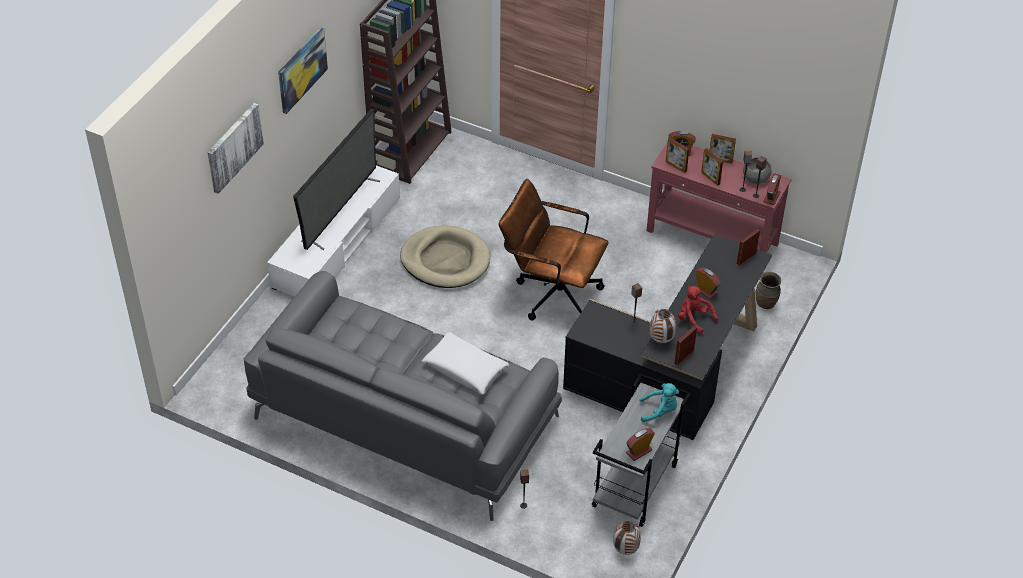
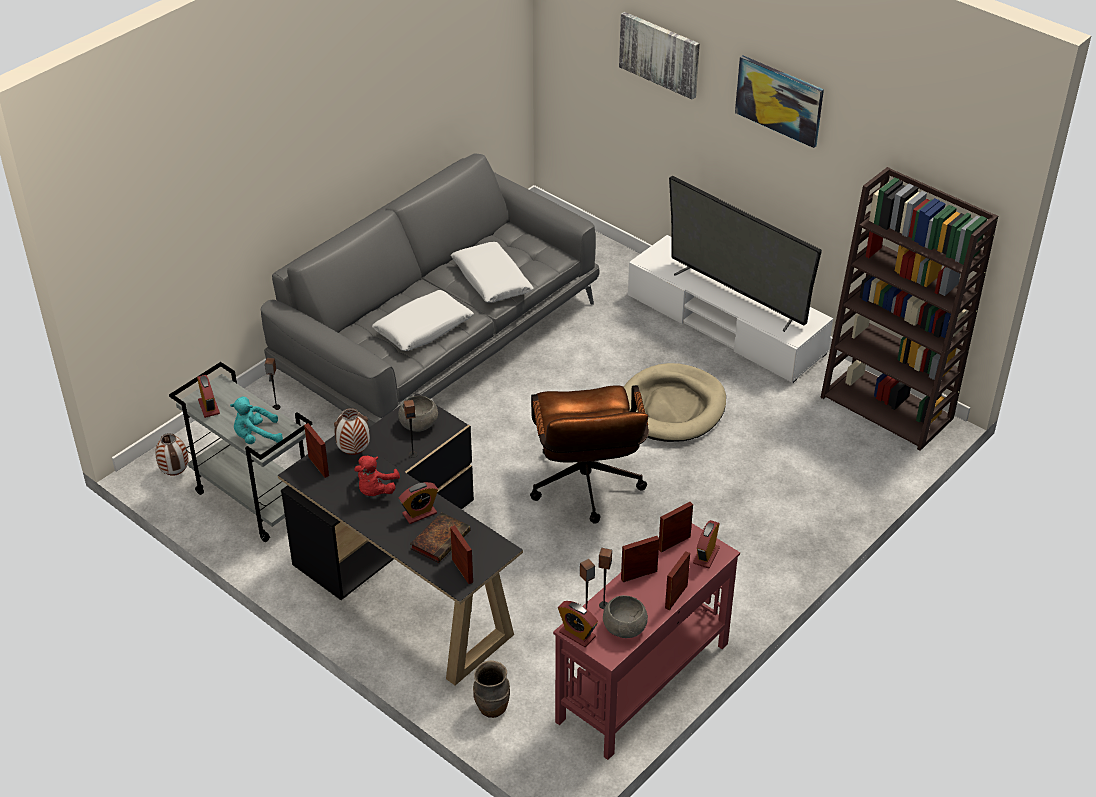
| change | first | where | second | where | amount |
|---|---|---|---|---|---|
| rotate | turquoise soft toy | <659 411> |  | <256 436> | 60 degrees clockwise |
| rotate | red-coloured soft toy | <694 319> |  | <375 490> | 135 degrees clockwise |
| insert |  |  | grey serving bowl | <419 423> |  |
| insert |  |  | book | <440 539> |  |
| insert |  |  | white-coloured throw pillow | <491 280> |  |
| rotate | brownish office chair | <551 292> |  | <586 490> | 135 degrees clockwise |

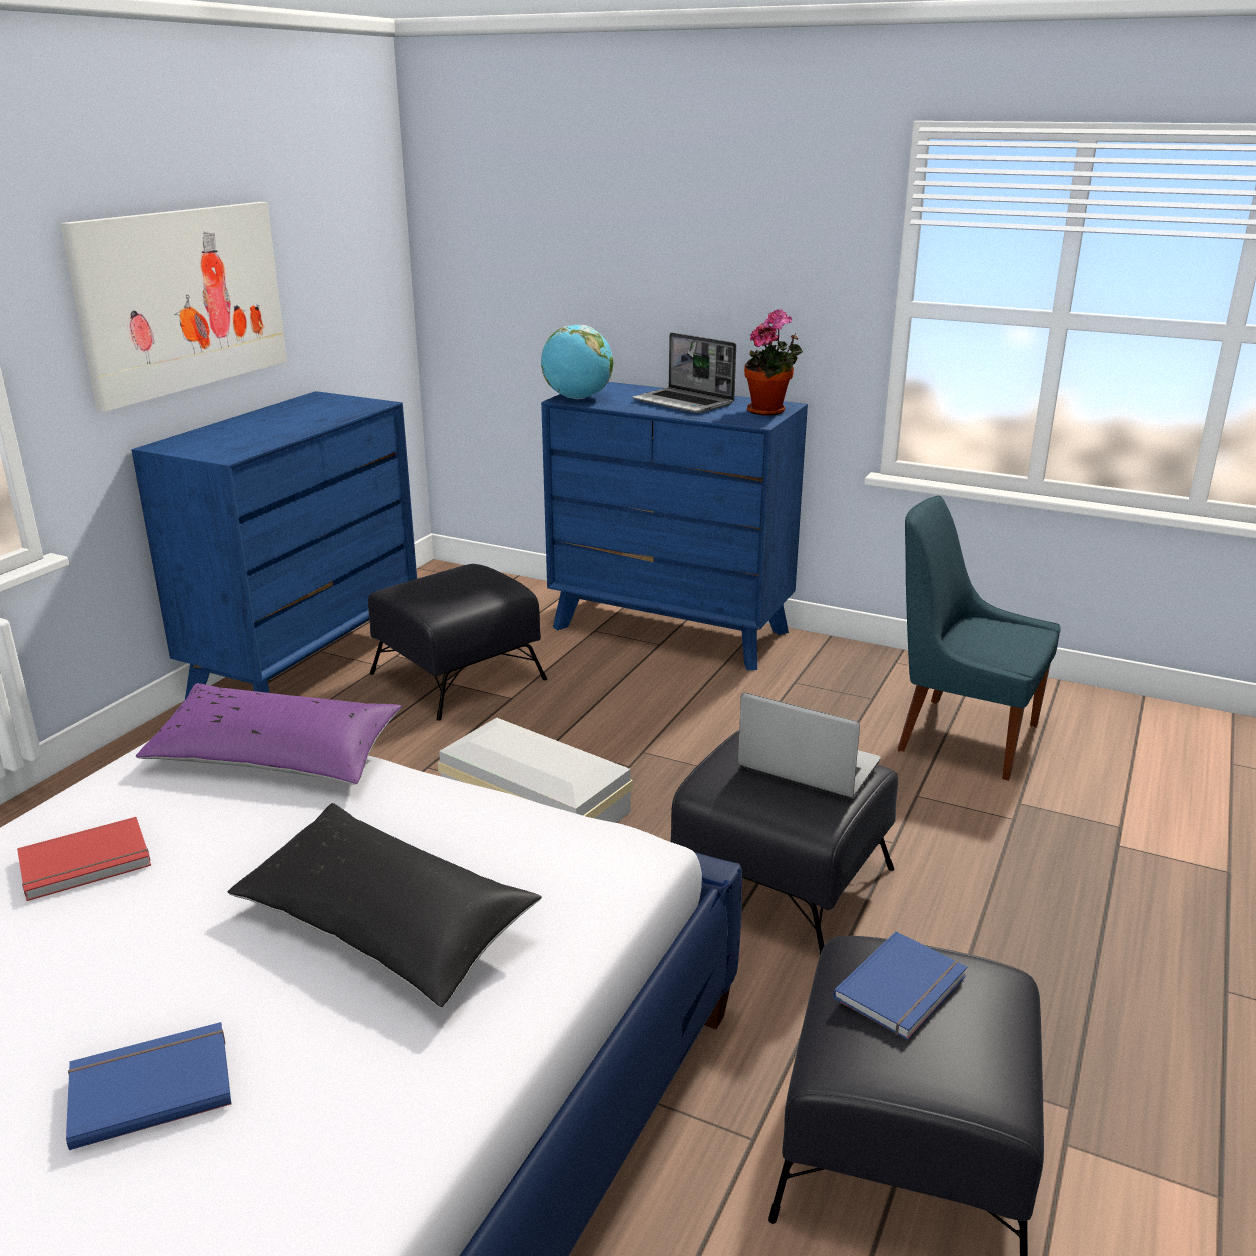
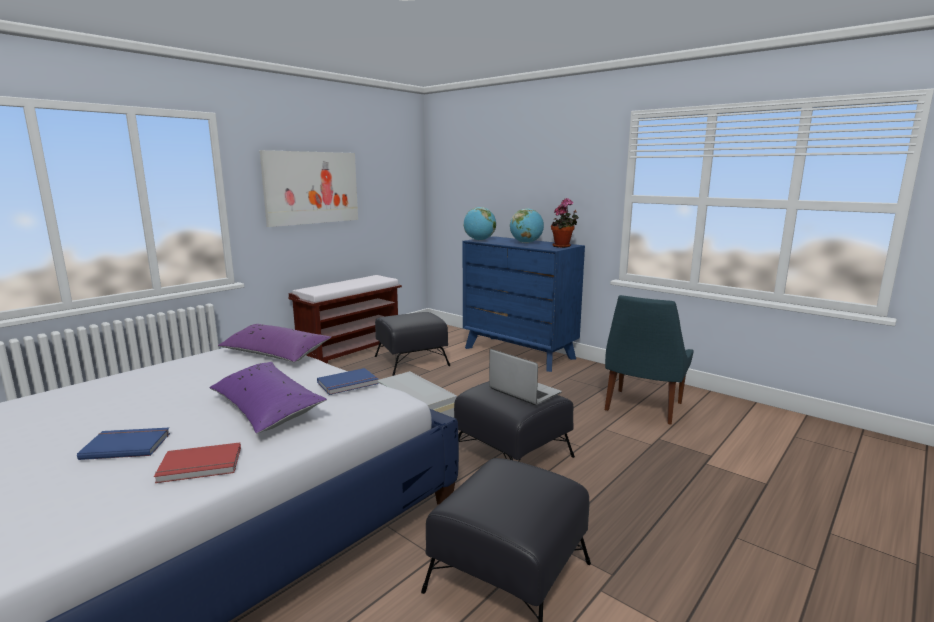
| change | first | where | second | where | amount |
|---|---|---|---|---|---|
| move | red-coloured book | <86 864> |  | <200 466> |  |
| recolor | black-coloured throw pillow | <384 924> | purplish throw pillow | <266 408> |  |
| replace | bluish dresser | <307 663> | brownish indoor bench | <351 350> |  |
| move | bluish book | <904 989> |  | <348 384> |  |
| replace | notebook computer | <684 403> | globe | <526 243> |  |
| rotate | bluish upright chair | <961 736> |  | <642 408> | 105 degrees counterclockwise |

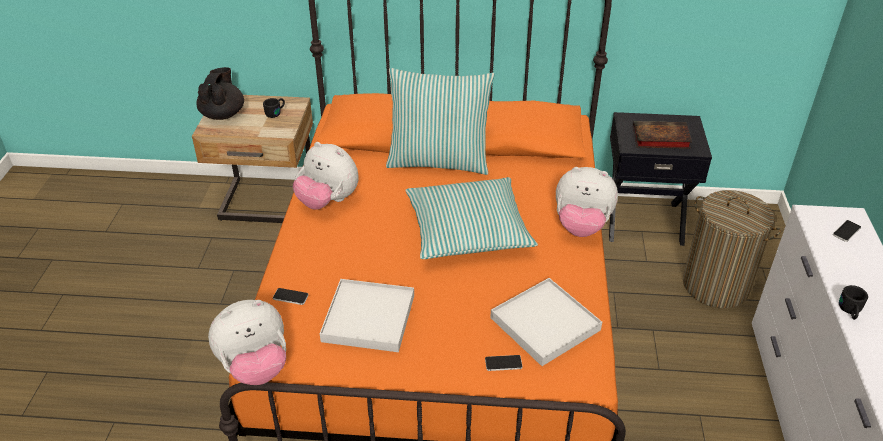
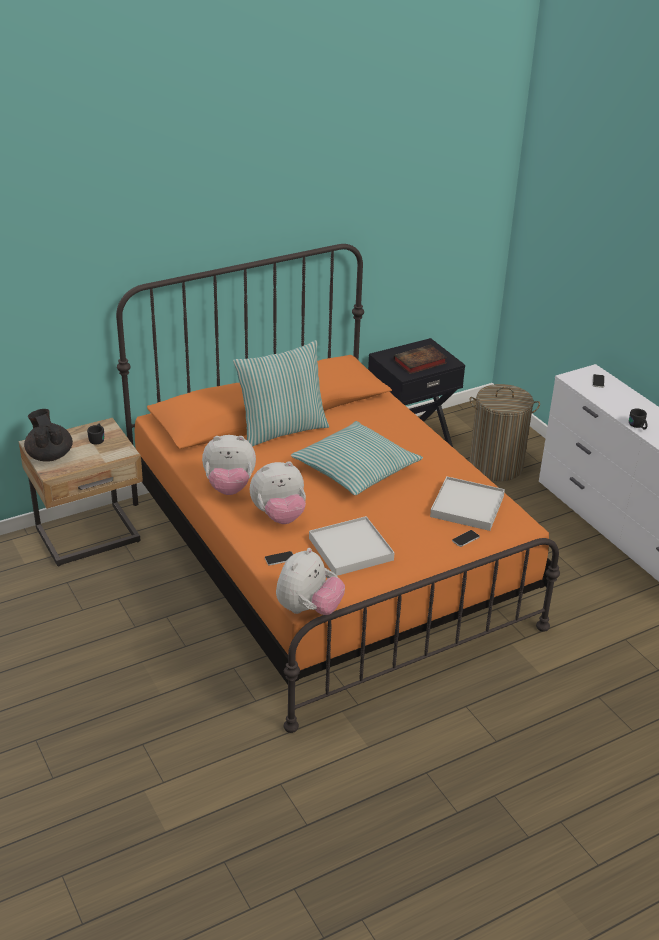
| change | first | where | second | where | amount |
|---|---|---|---|---|---|
| move | soft toy | <581 226> |  | <279 516> |  |

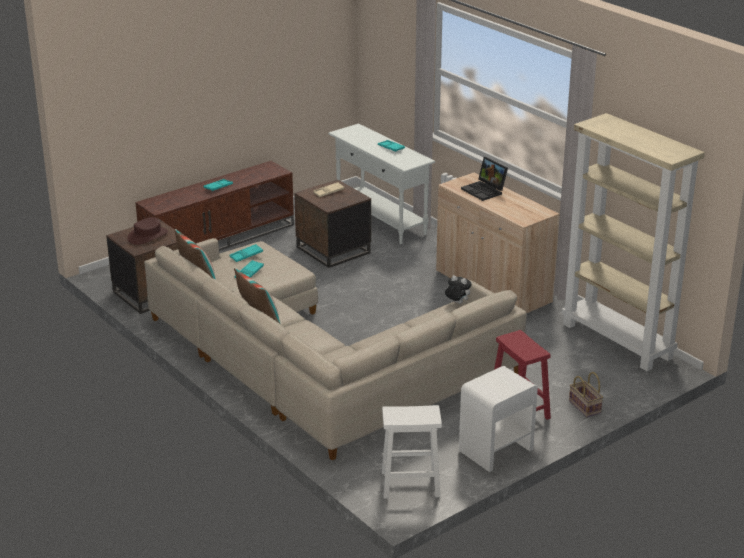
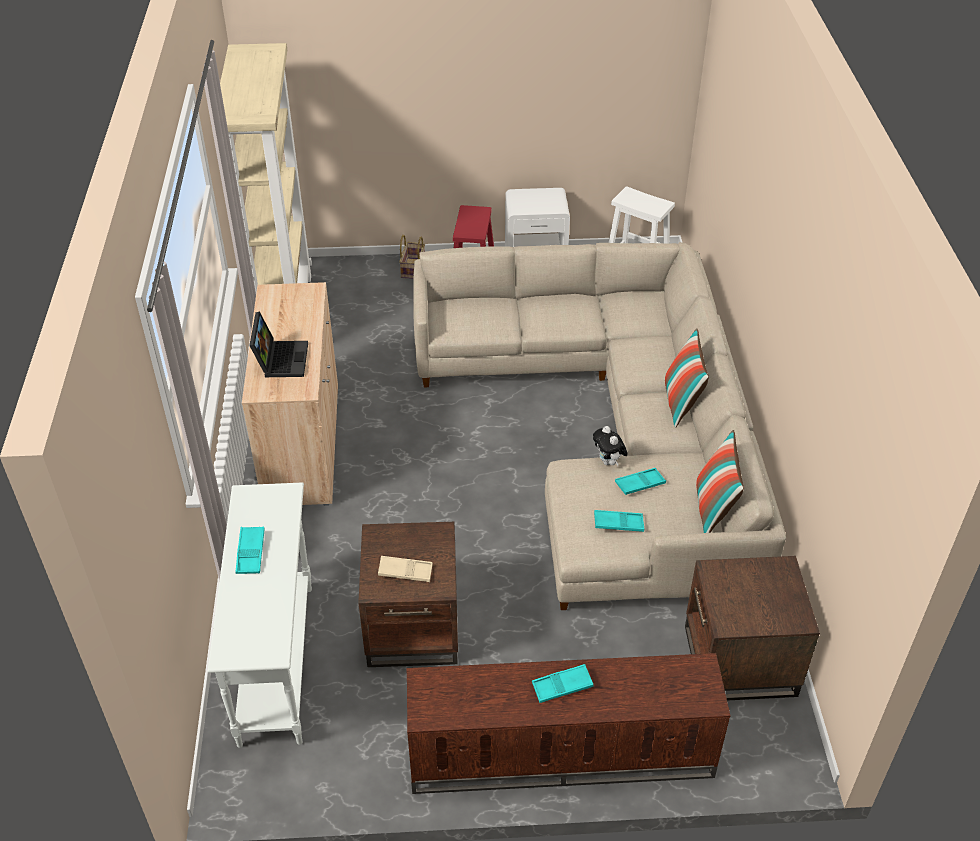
| change | first | where | second | where | amount |
|---|---|---|---|---|---|
| move | soft toy | <457 303> |  | <608 462> |  |
| delete | brownish wearable hat | <148 236> |  |  |  |

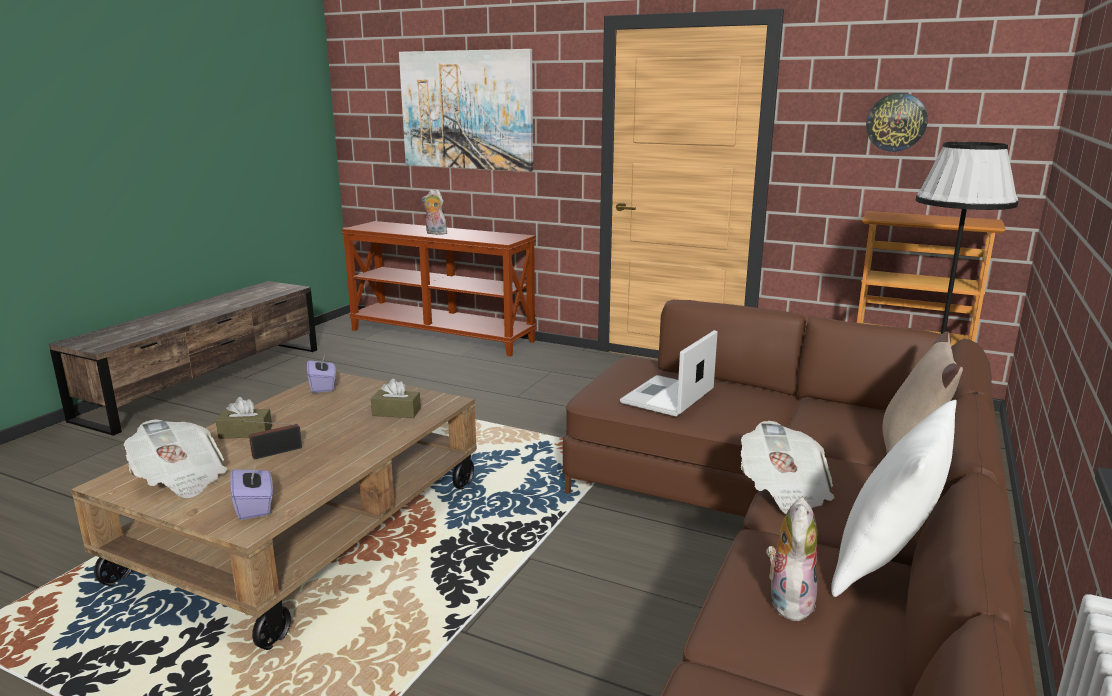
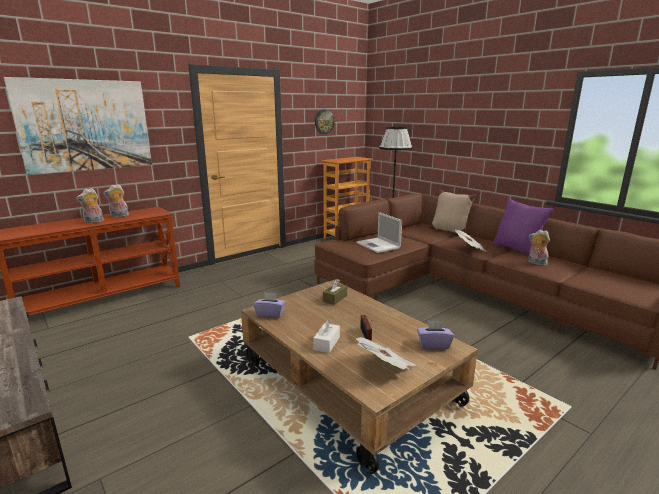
| change | first | where | second | where | amount |
|---|---|---|---|---|---|
| insert |  |  | soft toy | <119 216> |  |
| recolor | brownish tissue box | <245 432> | white-coloured tissue box | <326 343> |  |
| recolor | white-coloured throw pillow | <885 565> | purplish throw pillow | <517 250> |  |

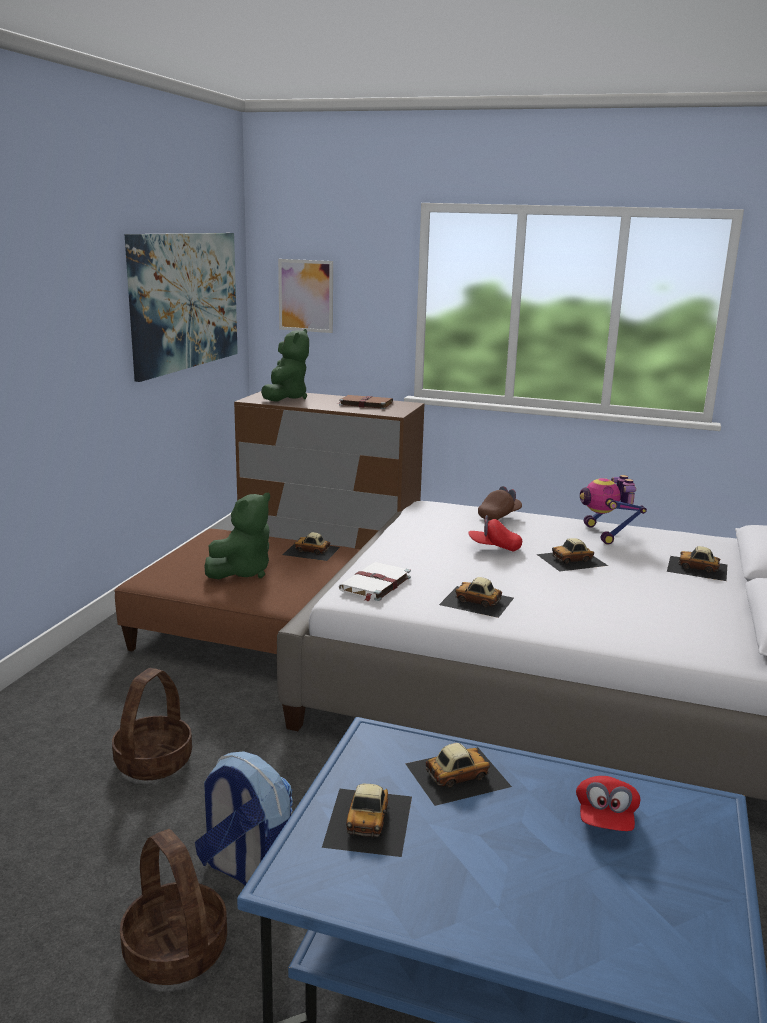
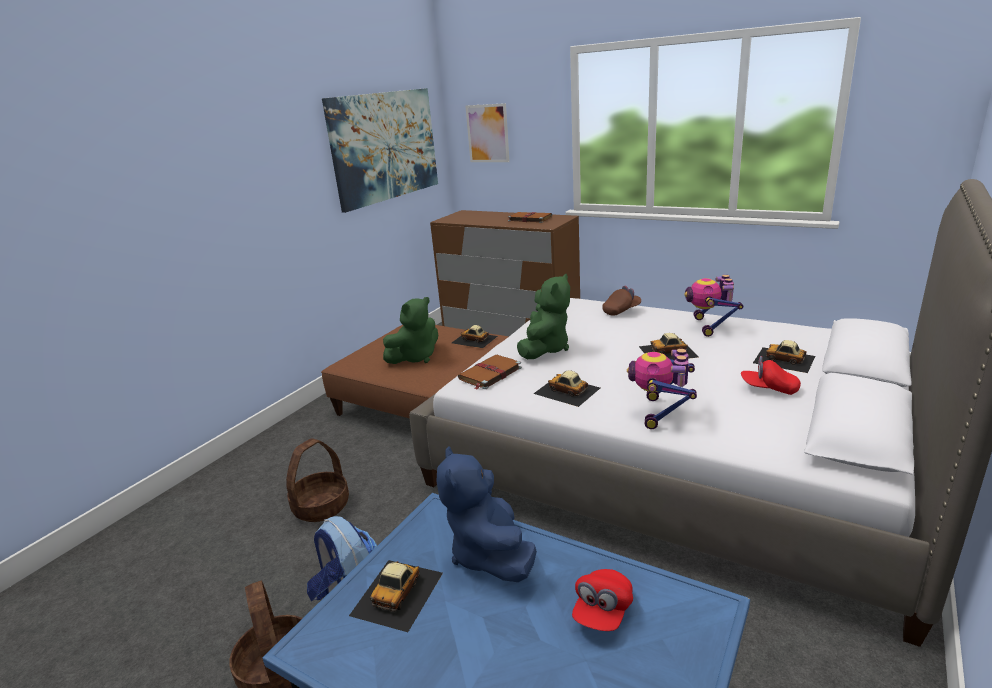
| change | first | where | second | where | amount |
|---|---|---|---|---|---|
| replace | toy car | <456 774> | bluish soft toy | <489 554> |  |
| recolor | white-coloured book | <375 584> | brownish book | <489 374> |  |
| move | greenish soft toy | <285 398> |  | <545 349> |  |
| insert |  |  | model robot | <661 413> |  |
| move | red-coloured cap | <494 547> |  | <769 388> |  |

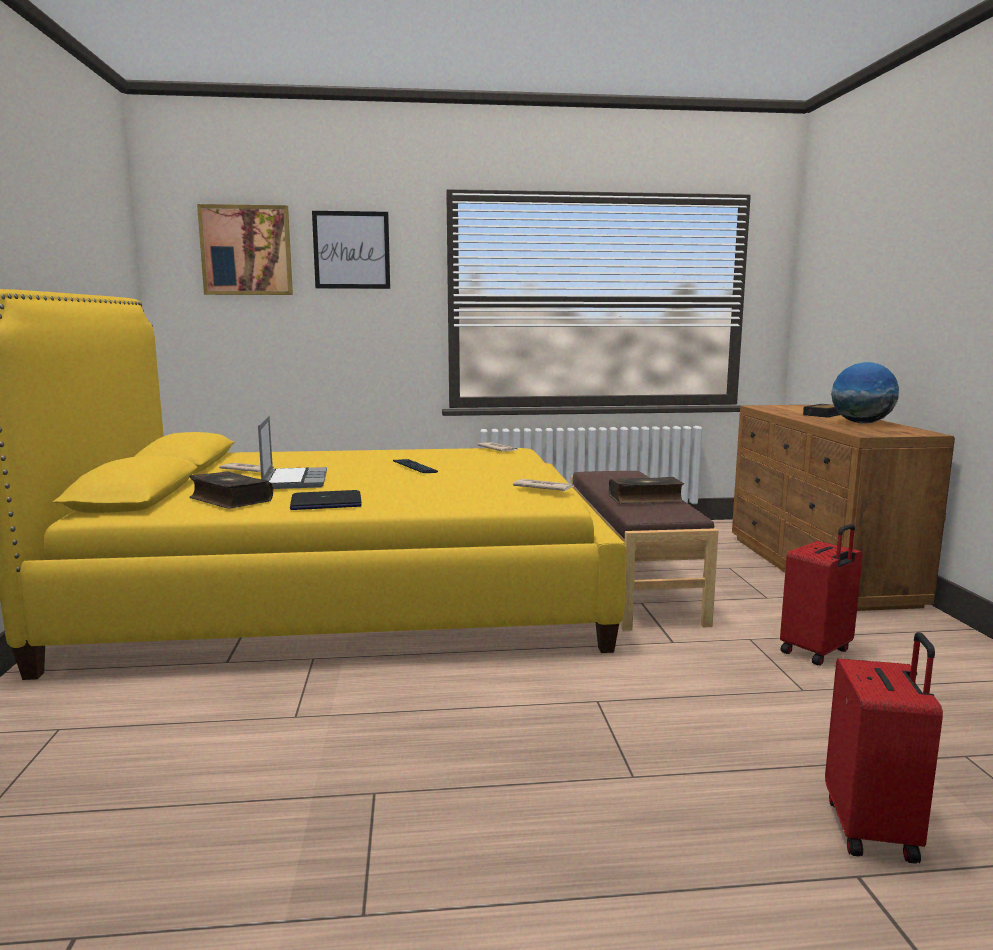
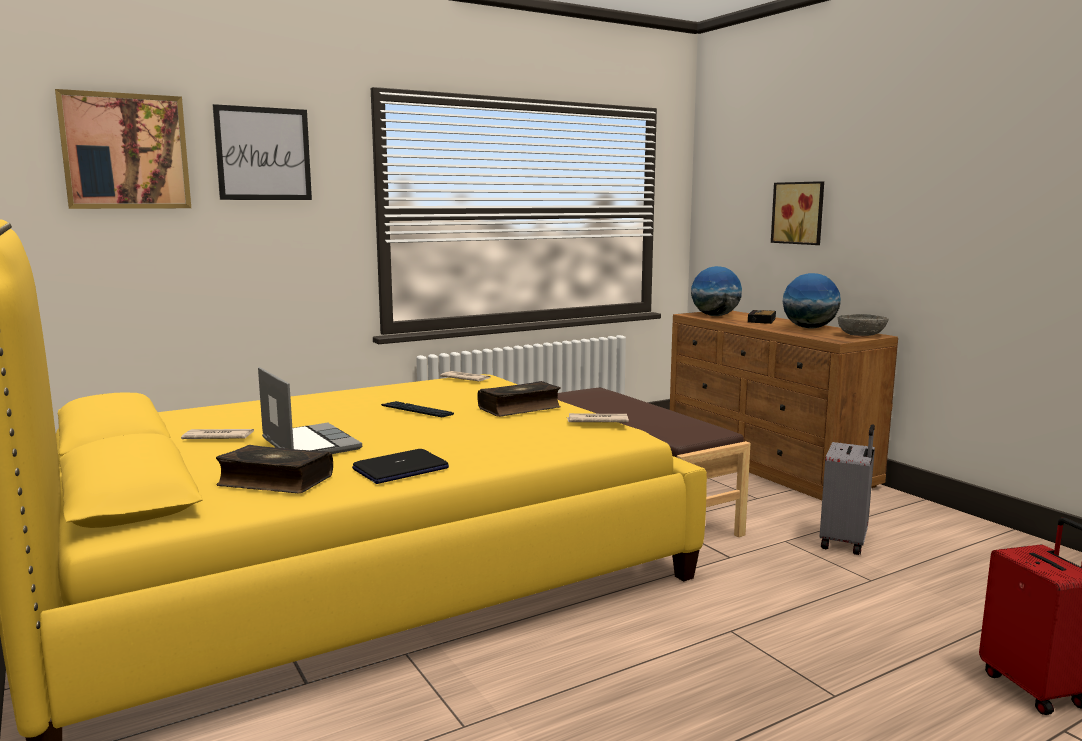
| change | first | where | second | where | amount |
|---|---|---|---|---|---|
| move | book | <645 499> |  | <520 408> |  |
| insert |  |  | globe | <715 316> |  |
| insert |  |  | wall art | <799 213> |  |
| recolor | red-coloured travel case | <817 652> | grey travel case | <845 542> |  |
| insert |  |  | grey serving bowl | <861 335> |  |

